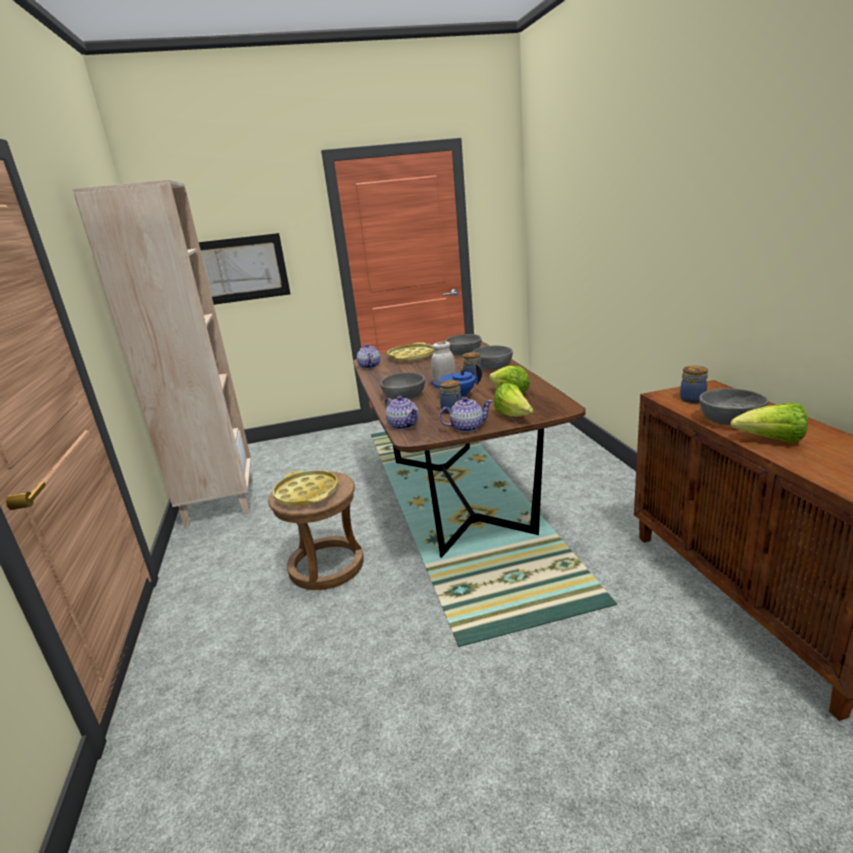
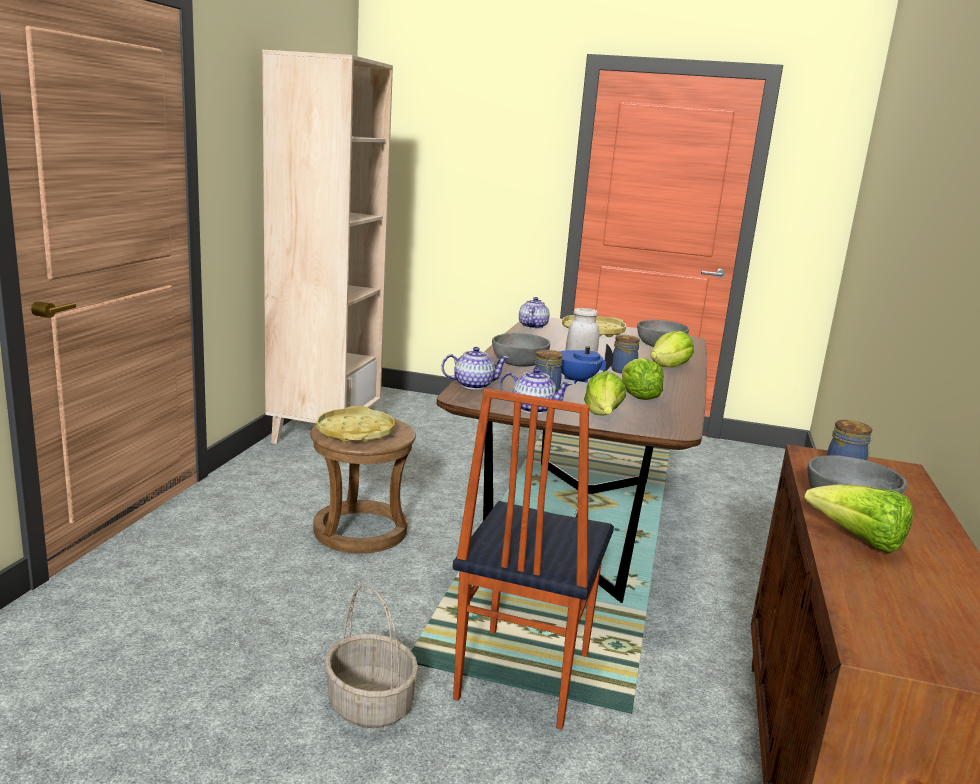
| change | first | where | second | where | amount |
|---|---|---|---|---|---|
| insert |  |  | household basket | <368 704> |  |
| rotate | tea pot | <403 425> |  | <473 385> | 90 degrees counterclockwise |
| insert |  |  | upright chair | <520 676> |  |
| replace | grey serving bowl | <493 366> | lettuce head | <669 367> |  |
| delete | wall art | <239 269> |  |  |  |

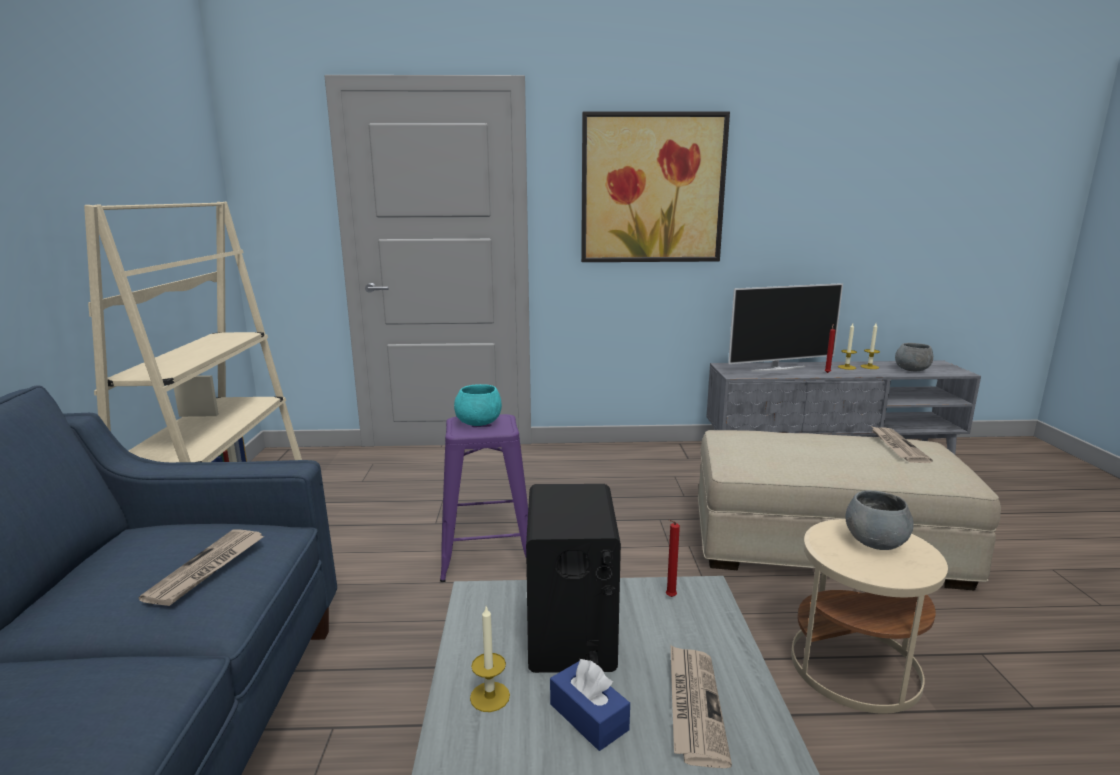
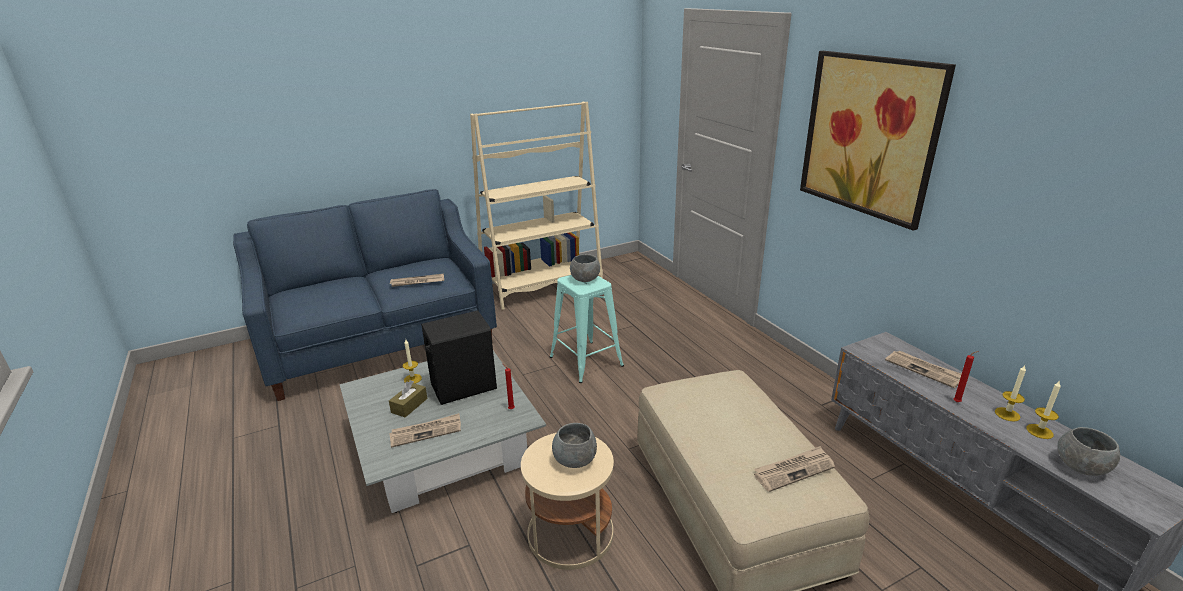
| change | first | where | second | where | amount |
|---|---|---|---|---|---|
| recolor | bluish tissue box | <588 717> | brownish tissue box | <409 405> |  |
| recolor | purplish sitting stool | <487 555> | turquoise sitting stool | <586 361> |  |
| recolor | turquoise serving bowl | <479 423> | grey serving bowl | <585 279> |  |
| replace | TV | <778 368> | daily paper | <924 370> |  |

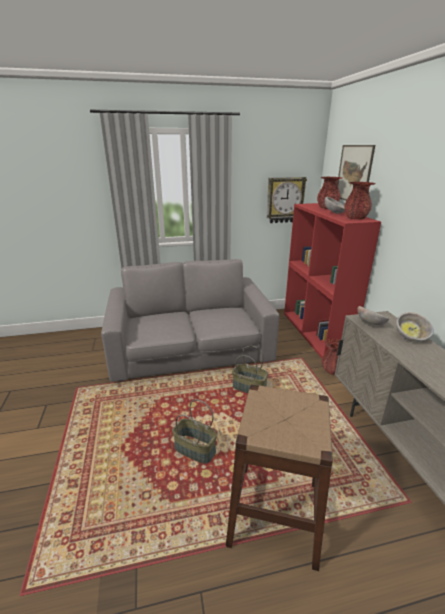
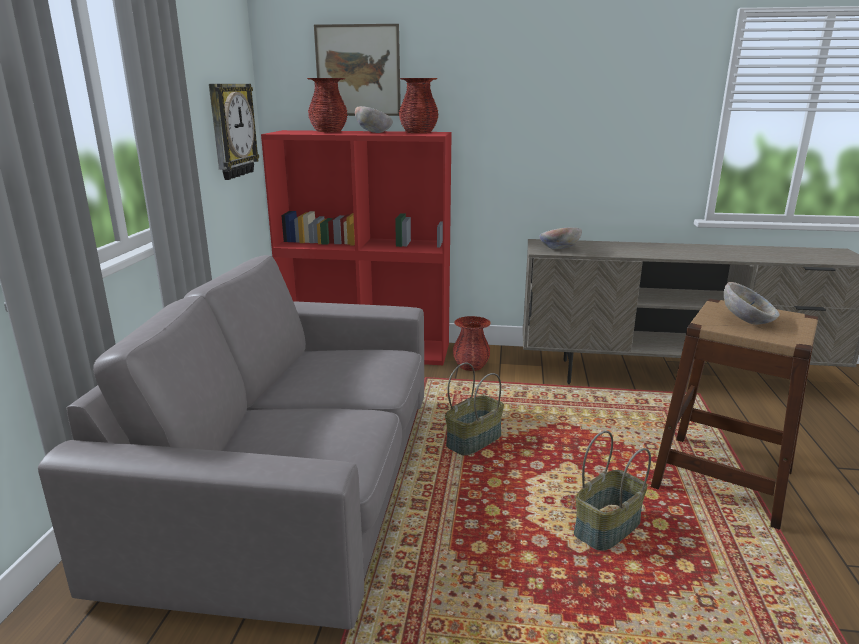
| change | first | where | second | where | amount |
|---|---|---|---|---|---|
| move | serving bowl | <411 337> |  | <747 321> |  |

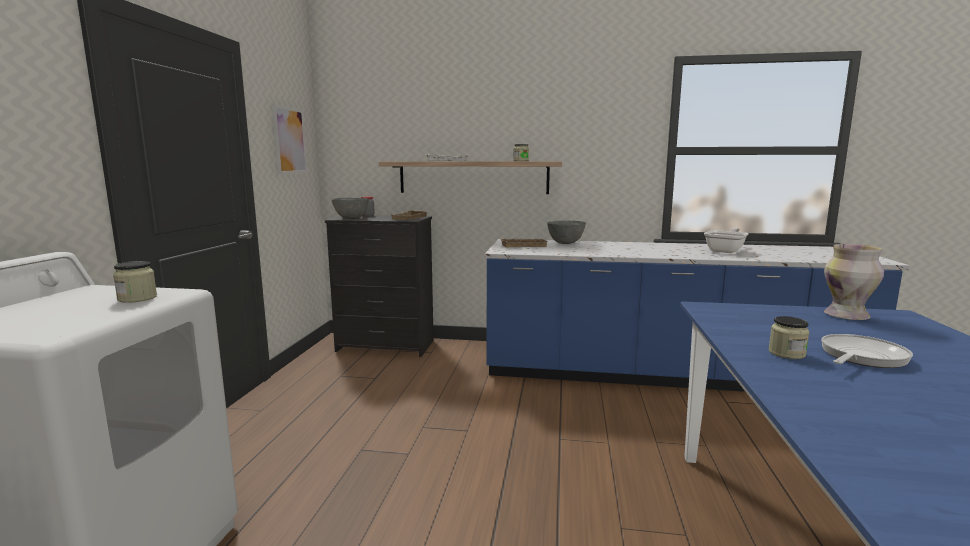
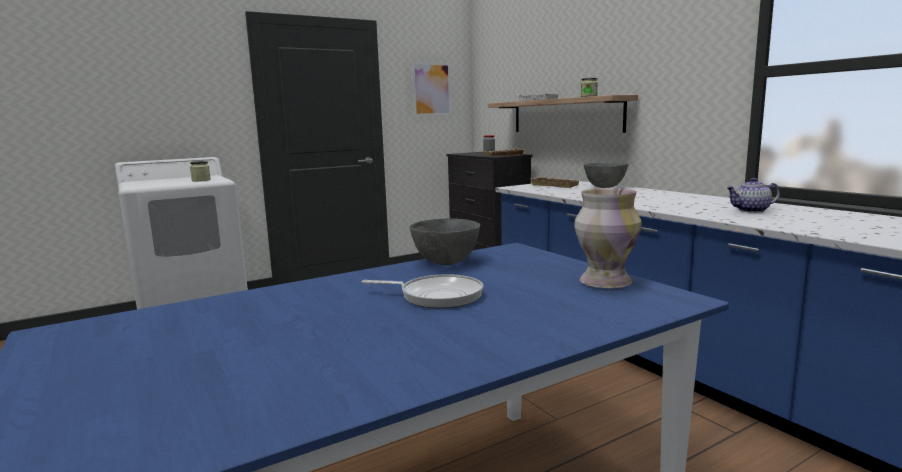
| change | first | where | second | where | amount |
|---|---|---|---|---|---|
| move | grey serving bowl | <351 218> |  | <446 262> |  |
| replace | frying pan | <726 251> | tea pot | <751 211> |  |
| delete | jar | <786 353> |  |  |  |

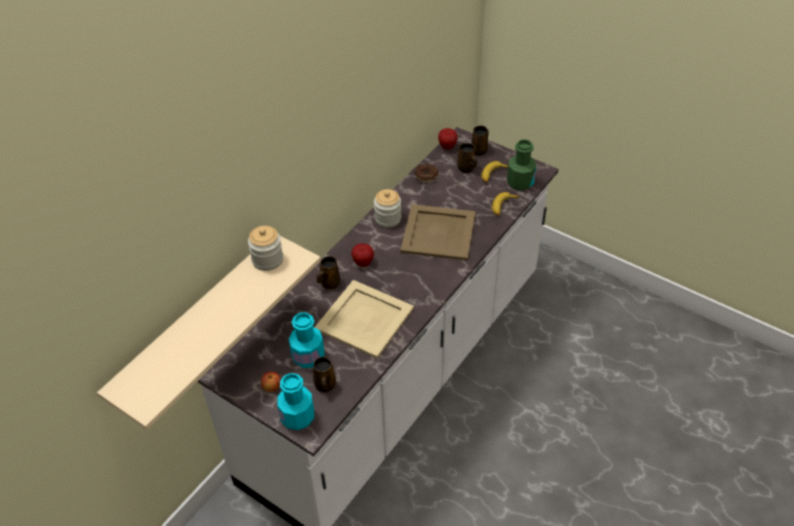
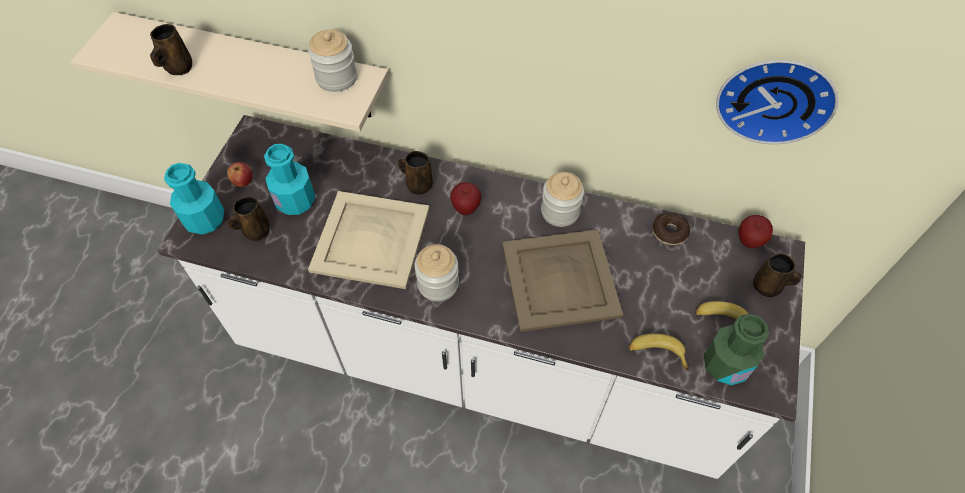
| change | first | where | second | where | amount |
|---|---|---|---|---|---|
| move | brownish tea mug | <466 169> |  | <178 68> |  |
| insert |  |  | jar | <438 284> |  |
| insert |  |  | clock on the wall | <775 97> |  |

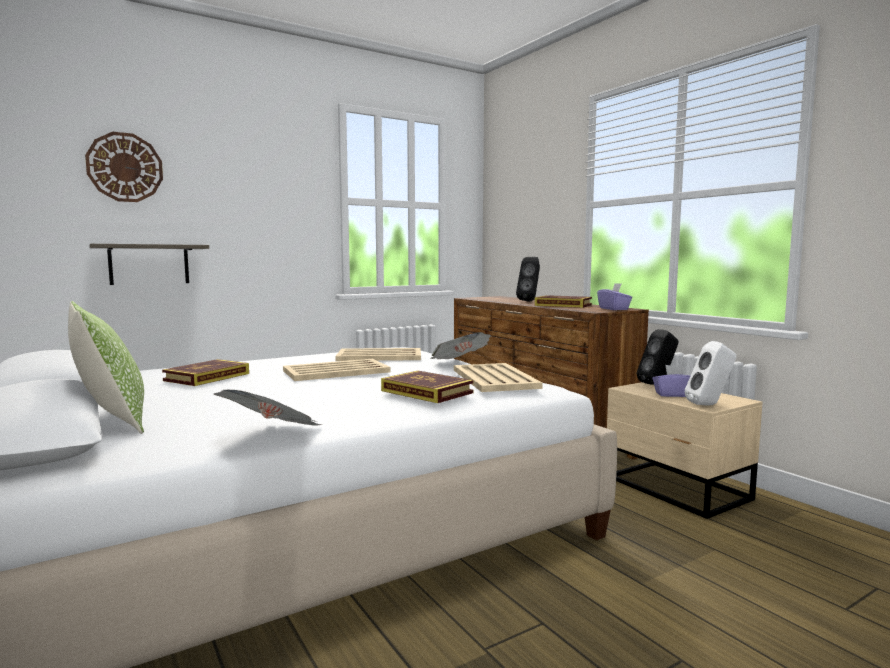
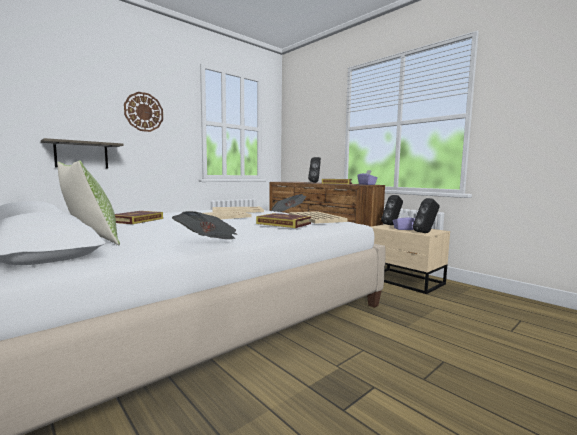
| change | first | where | second | where | amount |
|---|---|---|---|---|---|
| move | clock on the wall | <125 167> |  | <144 112> |  |
| recolor | white-coloured speaker | <710 405> | black-coloured speaker | <426 233> |  |

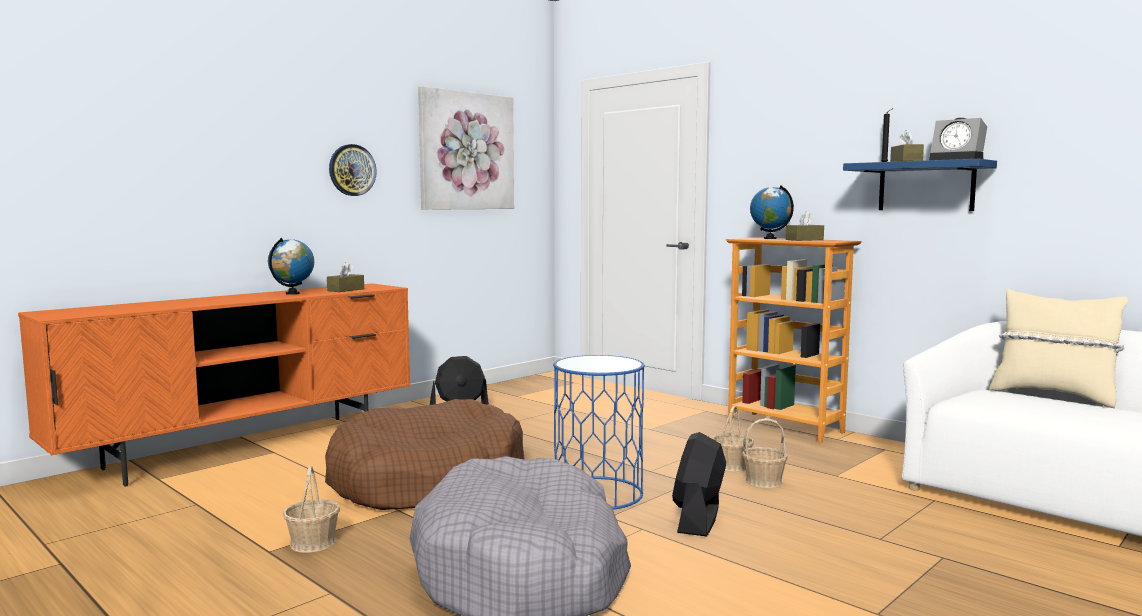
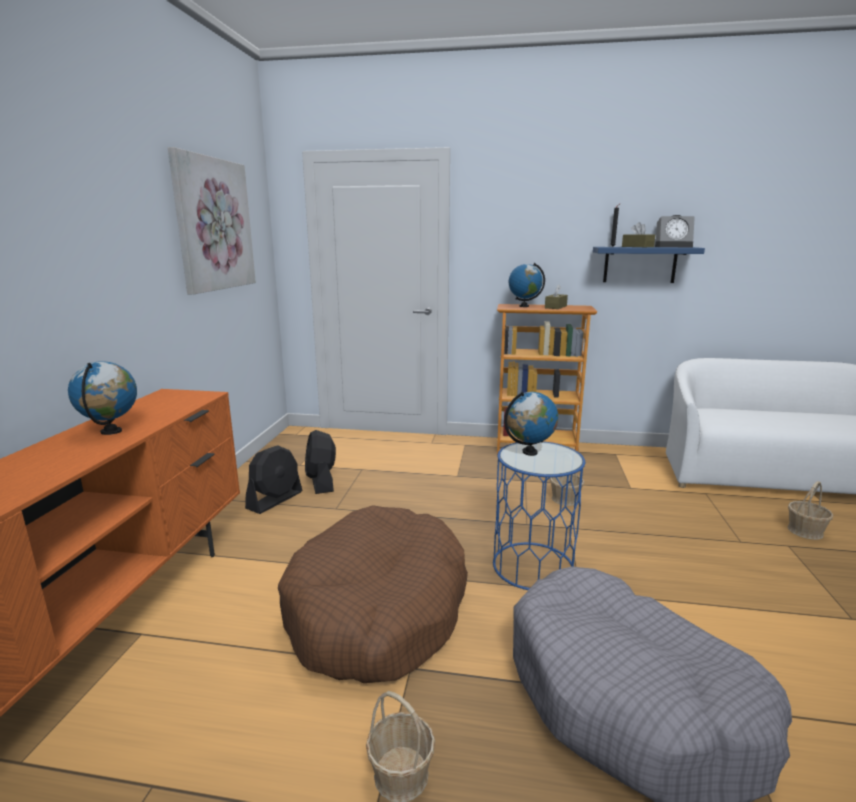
| change | first | where | second | where | amount |
|---|---|---|---|---|---|
| move | black-coloured electric fan | <698 519> |  | <321 482> |  |
| insert |  |  | globe | <529 452> |  |
| move | household basket | <764 481> |  | <805 531> |  |
| delete | brownish tissue box | <346 290> |  |  |  |
| delete | clock on the wall | <352 170> |  |  |  |
| delete | sand-coloured throw pillow | <1053 395> |  |  |  |

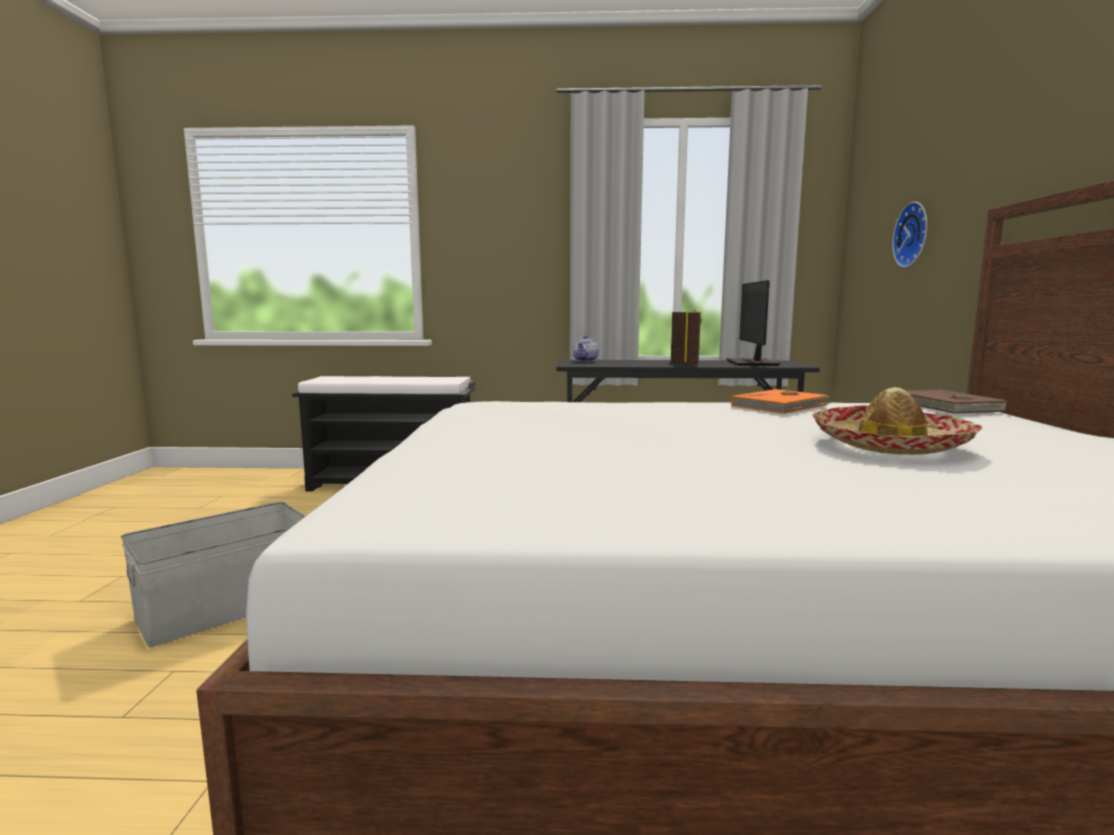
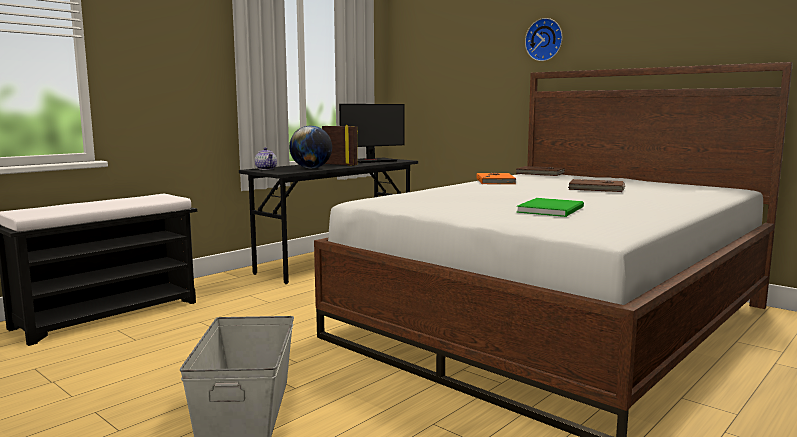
| change | first | where | second | where | amount |
|---|---|---|---|---|---|
| insert |  |  | globe | <311 168> |  |
| rotate | monitor | <752 363> |  | <372 161> | 75 degrees counterclockwise |
| insert |  |  | greenish book | <553 209> |  |
| move | clock on the wall | <914 234> |  | <545 40> |  |
| replace | wearable hat | <890 445> | brownish book | <596 188> |  |

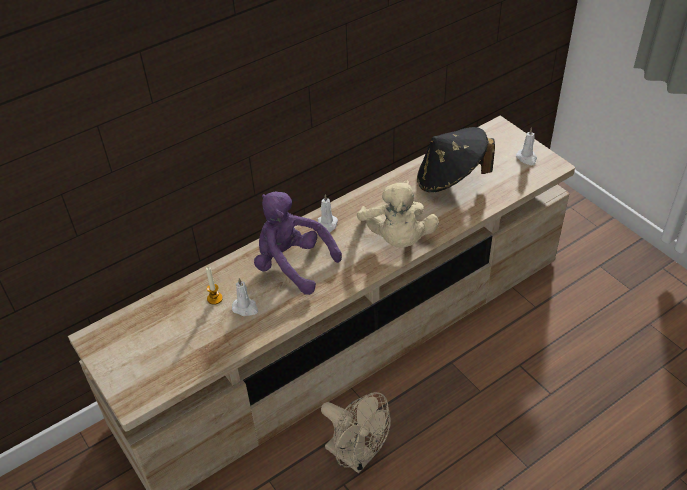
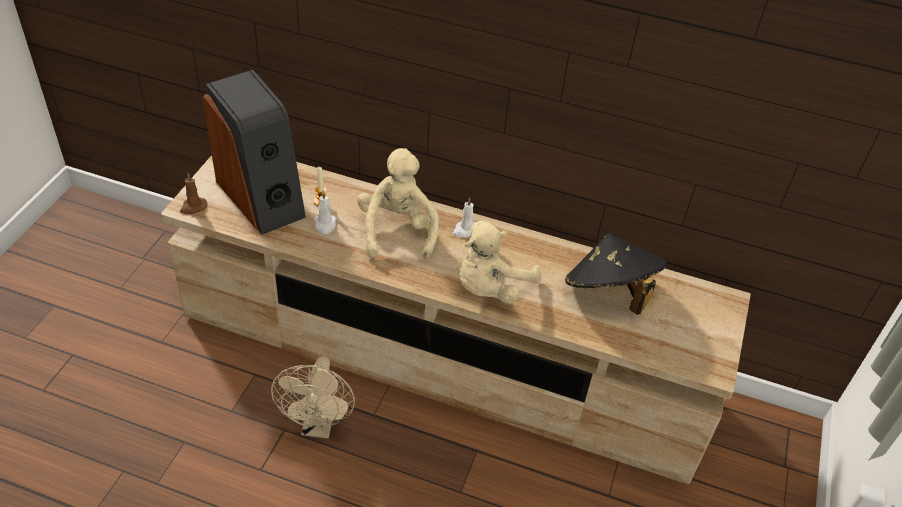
| change | first | where | second | where | amount |
|---|---|---|---|---|---|
| insert |  |  | brownish wax light | <193 207> |  |
| insert |  |  | speaker | <262 197> |  |
| recolor | purplish soft toy | <292 264> | sand-coloured soft toy | <397 230> |  |
| delete | white-coloured wax light | <527 158> |  |  |  |

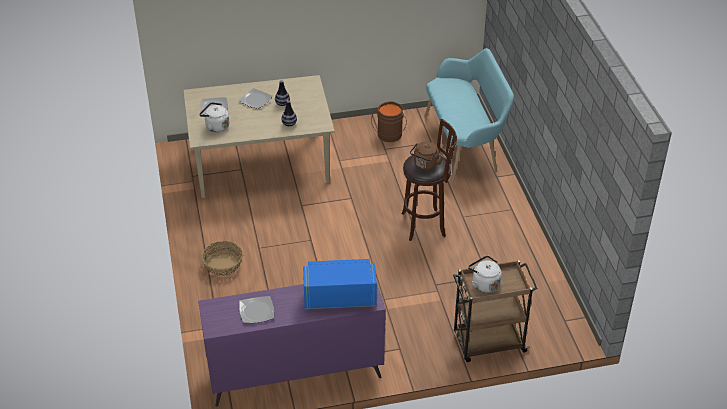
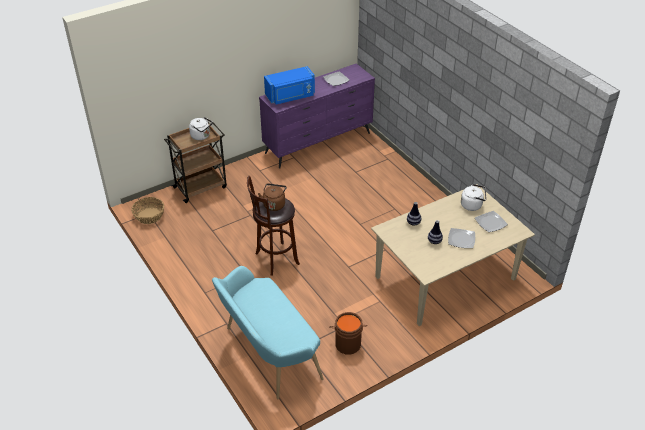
| change | first | where | second | where | amount |
|---|---|---|---|---|---|
| move | household basket | <223 265> |  | <149 216> |  |

